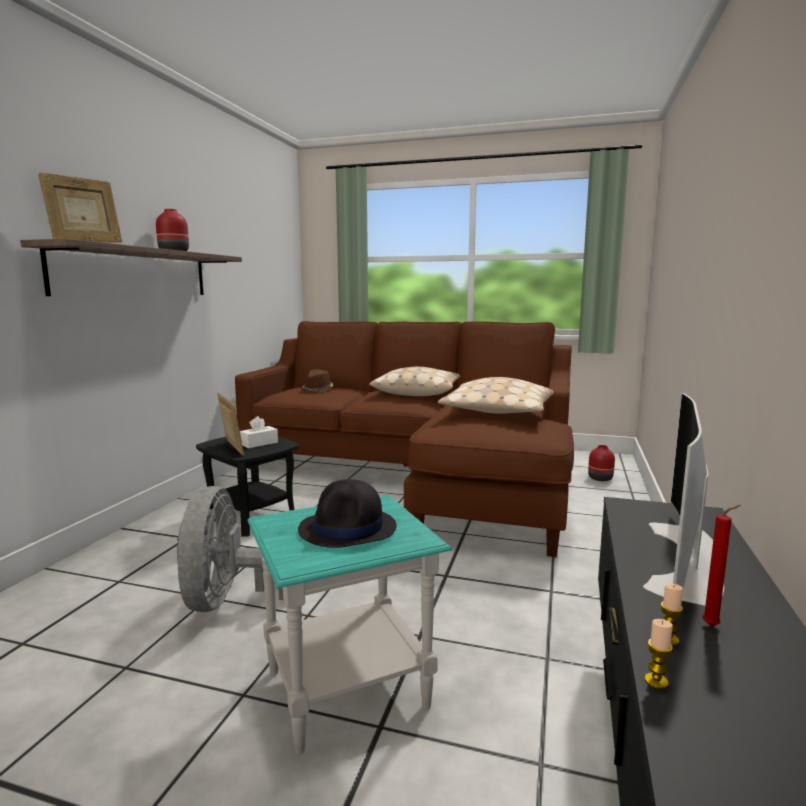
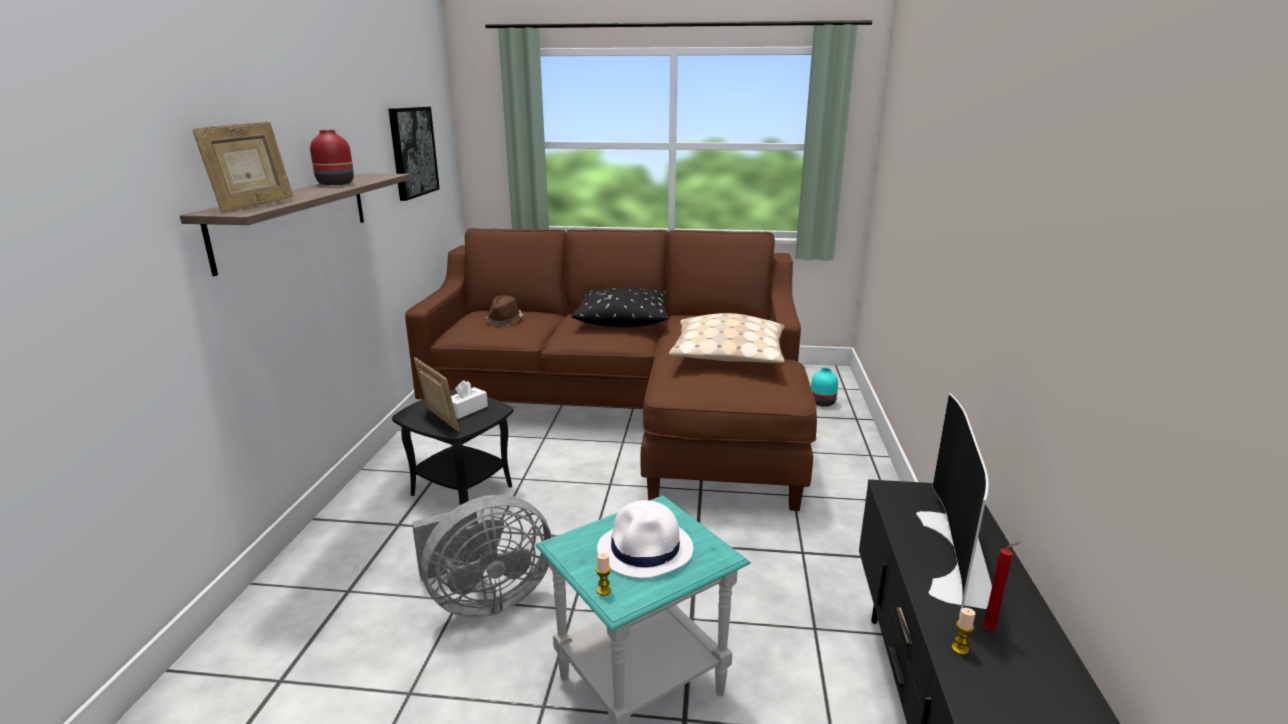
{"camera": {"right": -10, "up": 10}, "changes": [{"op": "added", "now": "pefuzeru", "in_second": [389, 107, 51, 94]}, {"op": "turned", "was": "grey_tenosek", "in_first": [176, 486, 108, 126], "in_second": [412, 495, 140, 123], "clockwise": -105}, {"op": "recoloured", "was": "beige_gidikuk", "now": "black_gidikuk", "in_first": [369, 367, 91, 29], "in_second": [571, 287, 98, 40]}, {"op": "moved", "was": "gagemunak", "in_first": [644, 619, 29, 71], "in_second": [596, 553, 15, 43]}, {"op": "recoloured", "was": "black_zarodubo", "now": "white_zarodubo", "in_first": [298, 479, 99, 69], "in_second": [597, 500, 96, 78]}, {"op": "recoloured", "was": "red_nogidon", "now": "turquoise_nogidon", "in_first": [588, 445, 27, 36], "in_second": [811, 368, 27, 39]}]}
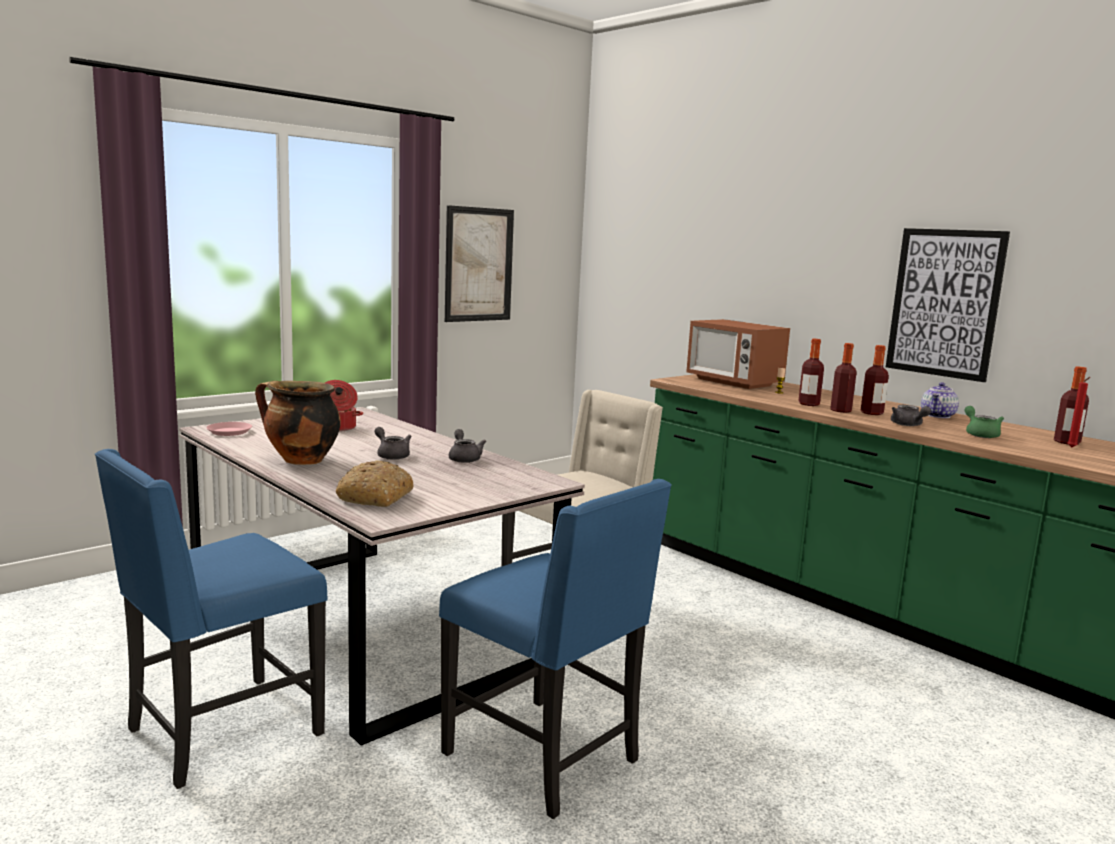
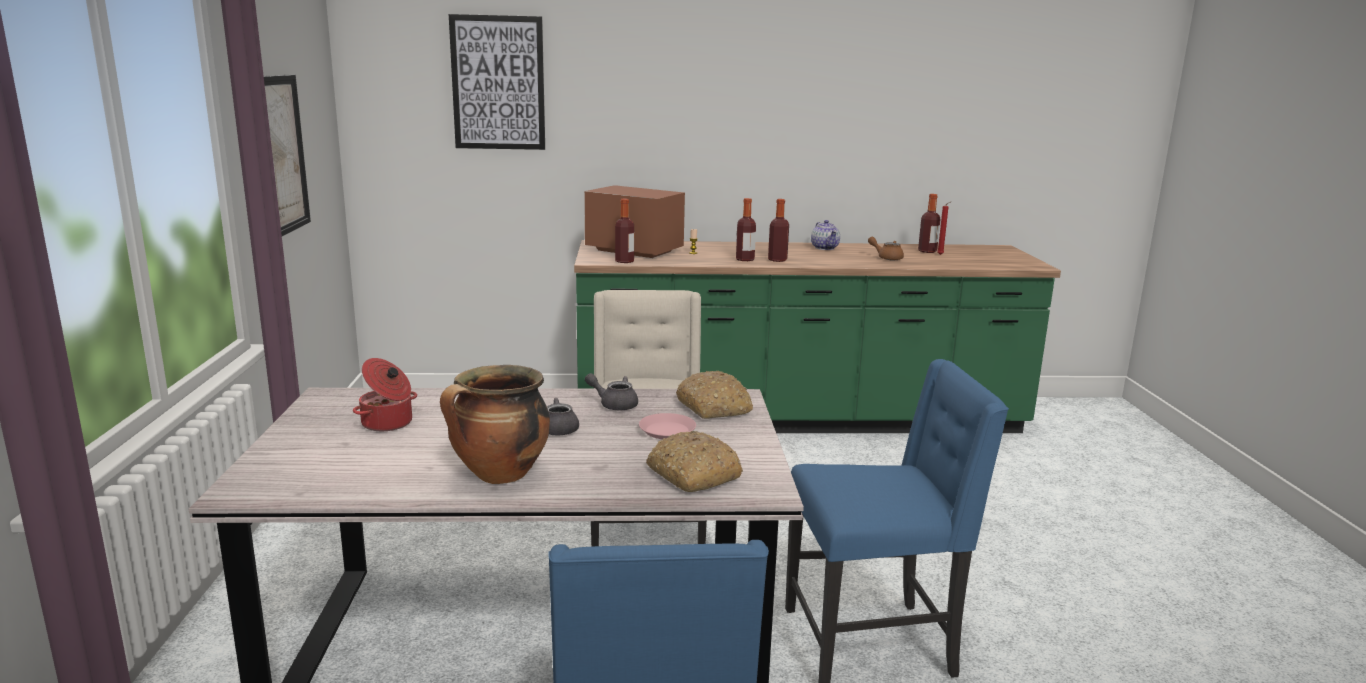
{"camera": {"right": -50, "up": 5}, "changes": [{"op": "moved", "was": "pefuzeru", "in_first": [886, 228, 124, 154], "in_second": [449, 14, 96, 136]}, {"op": "turned", "was": "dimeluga", "in_first": [686, 319, 104, 70], "in_second": [584, 185, 101, 73], "clockwise": -150}, {"op": "moved", "was": "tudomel", "in_first": [861, 345, 28, 70], "in_second": [615, 199, 19, 64]}, {"op": "moved", "was": "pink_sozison", "in_first": [206, 422, 46, 14], "in_second": [639, 413, 57, 26]}, {"op": "added", "now": "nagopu", "in_second": [676, 371, 77, 48]}, {"op": "recoloured", "was": "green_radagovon", "now": "brown_radagovon", "in_first": [965, 406, 39, 32], "in_second": [868, 237, 36, 23]}, {"op": "removed", "was": "grey_radagovon", "in_first": [891, 405, 40, 21]}]}
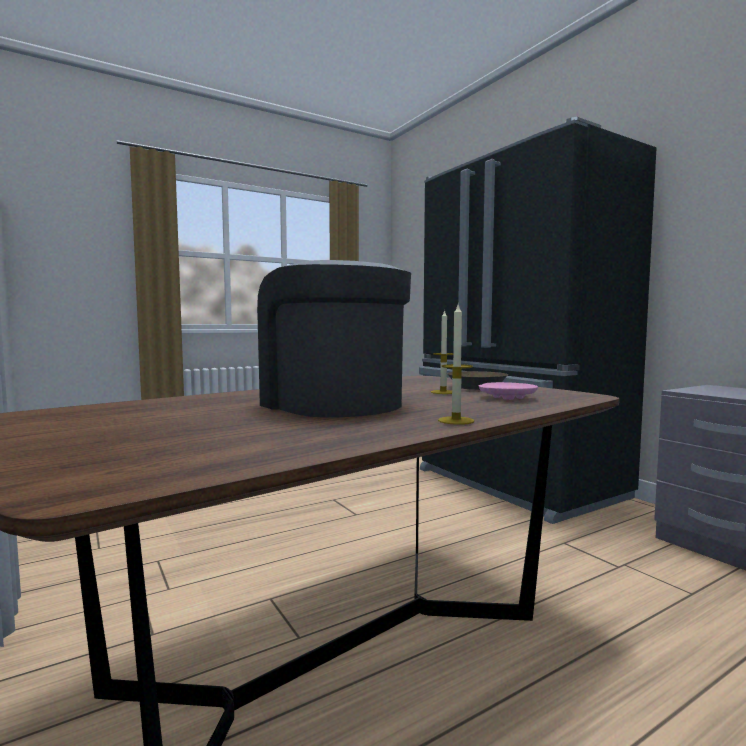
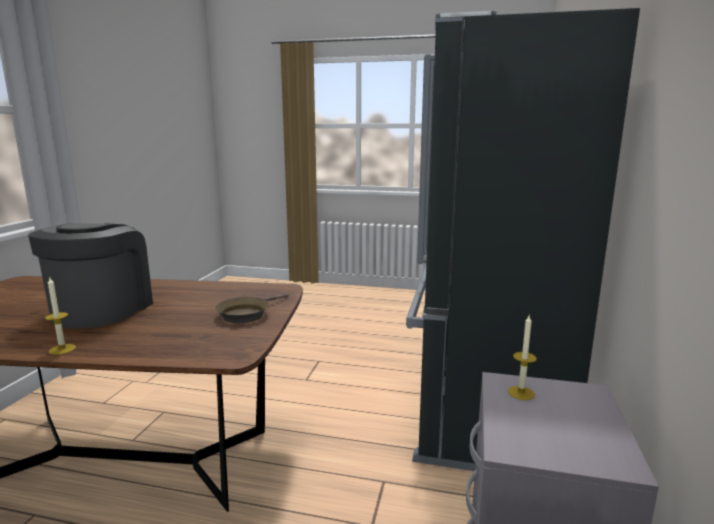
{"camera": {"right": 45, "up": 10}, "changes": [{"op": "moved", "was": "gagemunak", "in_first": [431, 309, 22, 85], "in_second": [508, 316, 29, 84]}, {"op": "removed", "was": "pink_sozison", "in_first": [479, 382, 59, 18]}]}
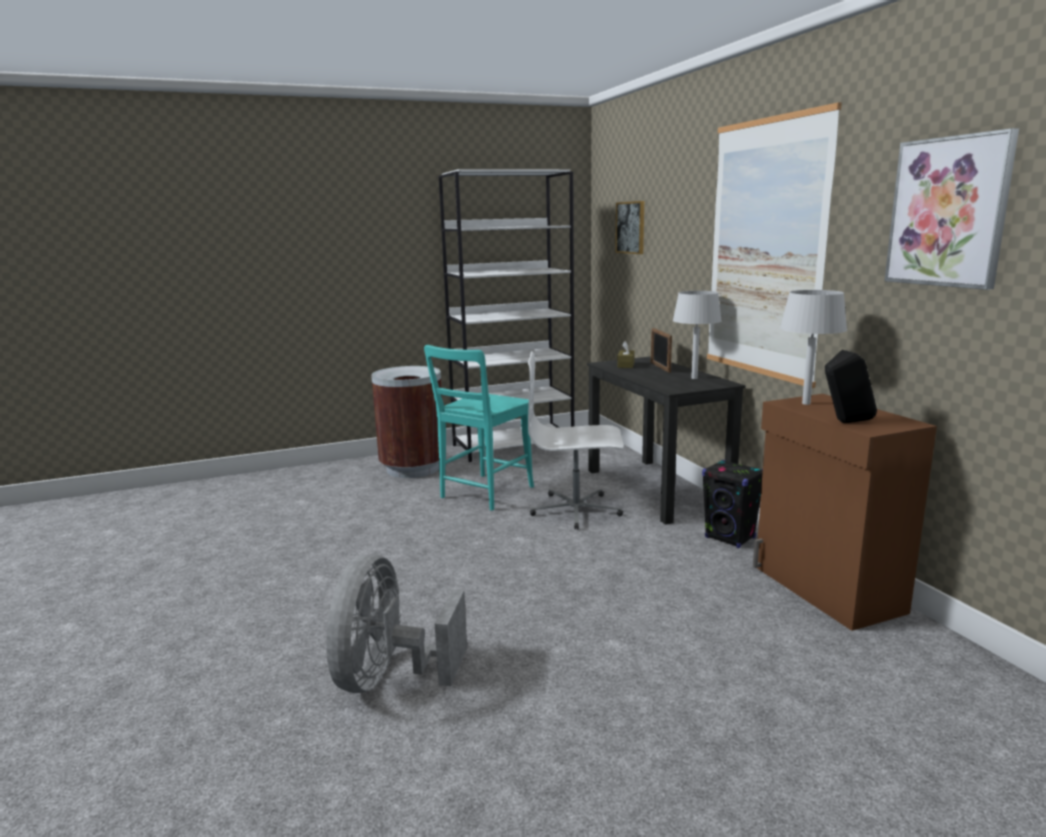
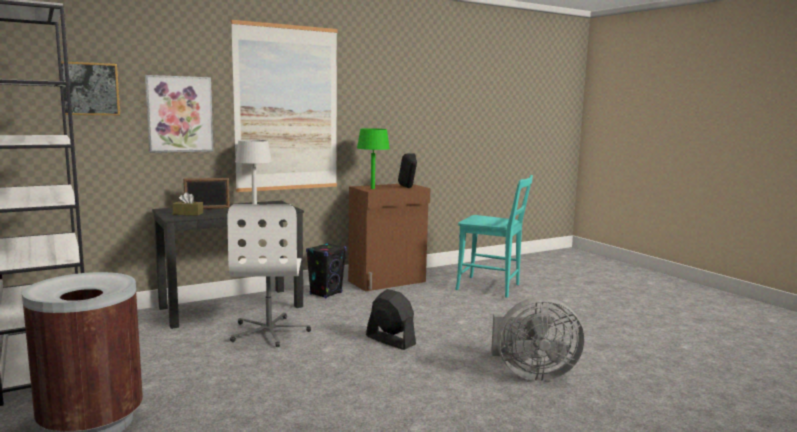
{"camera": {"right": -100, "up": -5}, "changes": [{"op": "moved", "was": "pefuzeru", "in_first": [884, 128, 135, 162], "in_second": [145, 75, 69, 78]}, {"op": "recoloured", "was": "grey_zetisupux", "now": "green_zetisupux", "in_first": [780, 290, 67, 115], "in_second": [357, 128, 33, 61]}, {"op": "added", "now": "black_tenosek", "in_second": [366, 289, 50, 61]}, {"op": "moved", "was": "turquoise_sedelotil", "in_first": [424, 345, 110, 165], "in_second": [455, 175, 78, 123]}]}
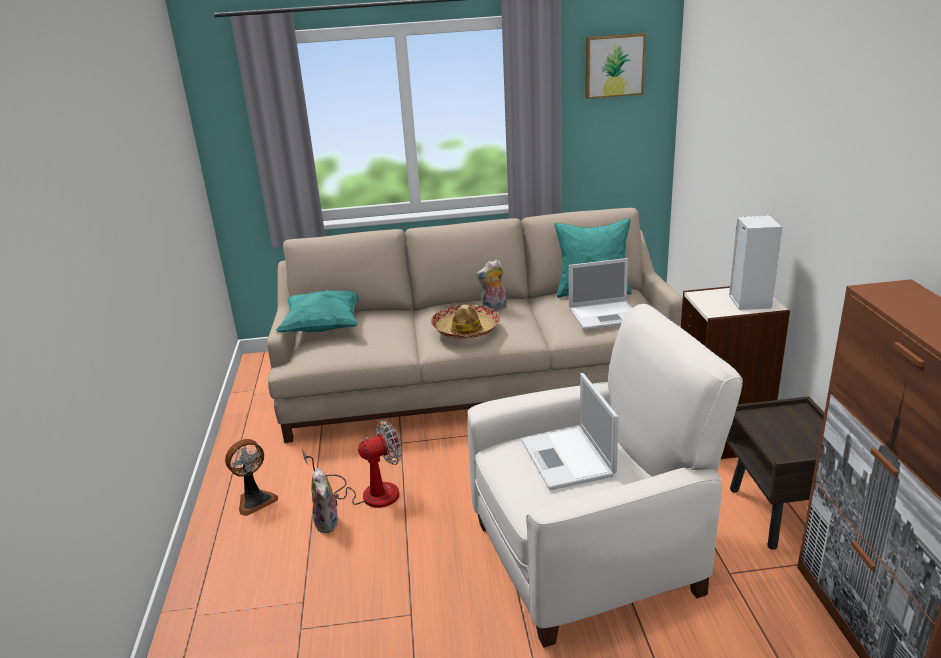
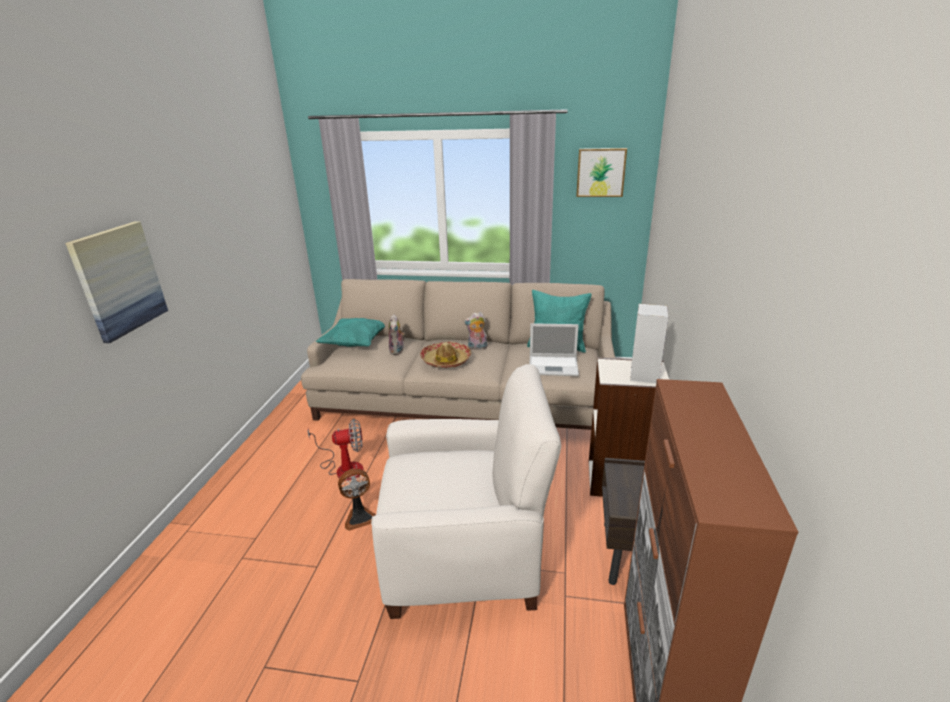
{"camera": {"right": 15, "up": 0}, "changes": [{"op": "added", "now": "pefuzeru", "in_second": [65, 221, 103, 122]}, {"op": "moved", "was": "tenosek", "in_first": [225, 439, 53, 77], "in_second": [338, 469, 38, 62]}, {"op": "moved", "was": "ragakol", "in_first": [311, 468, 28, 65], "in_second": [389, 314, 16, 41]}, {"op": "removed", "was": "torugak", "in_first": [521, 373, 98, 117]}]}
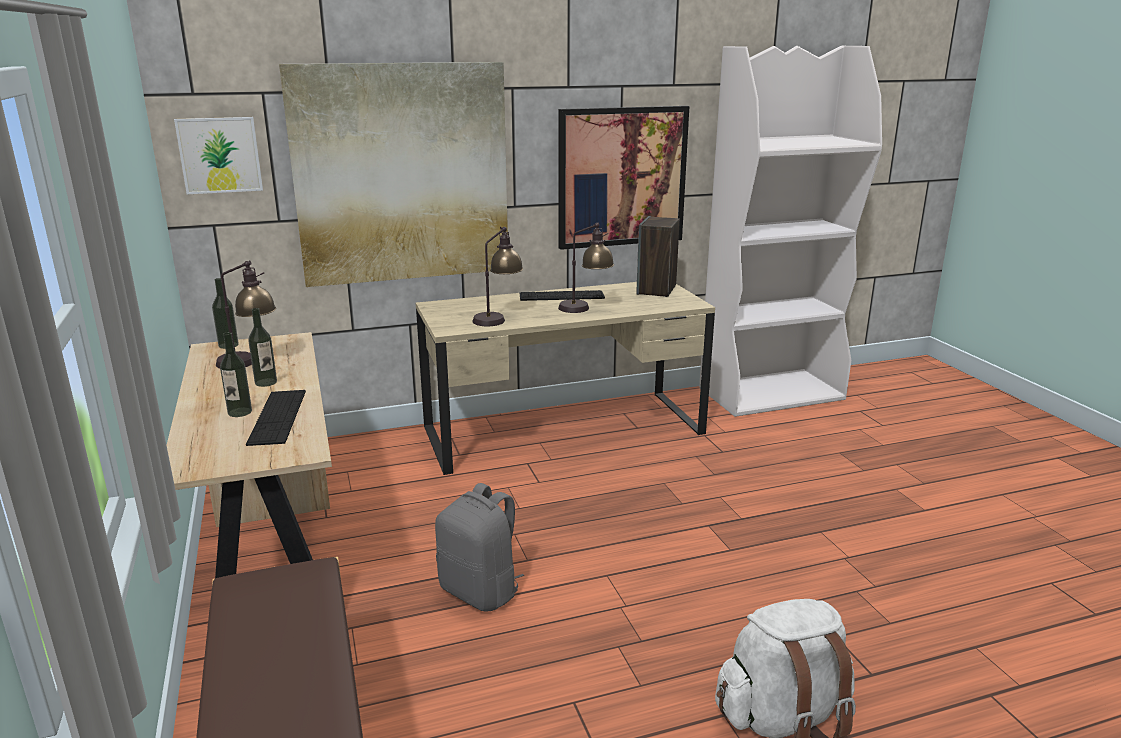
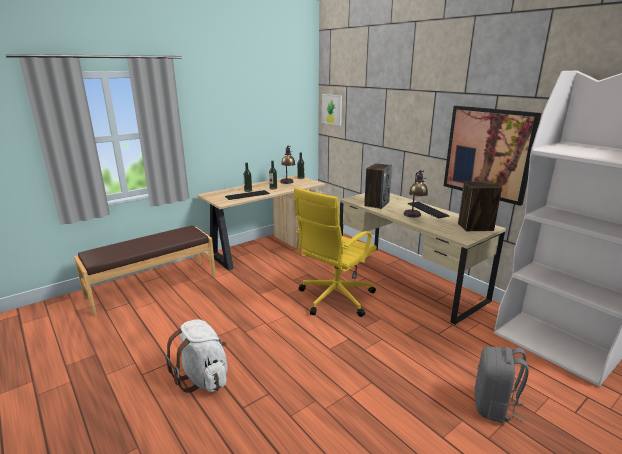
{"camera": {"right": 70, "up": 0}, "changes": [{"op": "added", "now": "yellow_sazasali", "in_second": [294, 187, 83, 130]}, {"op": "replaced", "was": "zetisupux", "now": "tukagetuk", "in_first": [472, 227, 51, 99], "in_second": [364, 163, 28, 46]}, {"op": "moved", "was": "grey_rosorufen", "in_first": [435, 483, 89, 129], "in_second": [475, 347, 54, 76]}, {"op": "removed", "was": "pefuzeru", "in_first": [279, 62, 229, 225]}]}
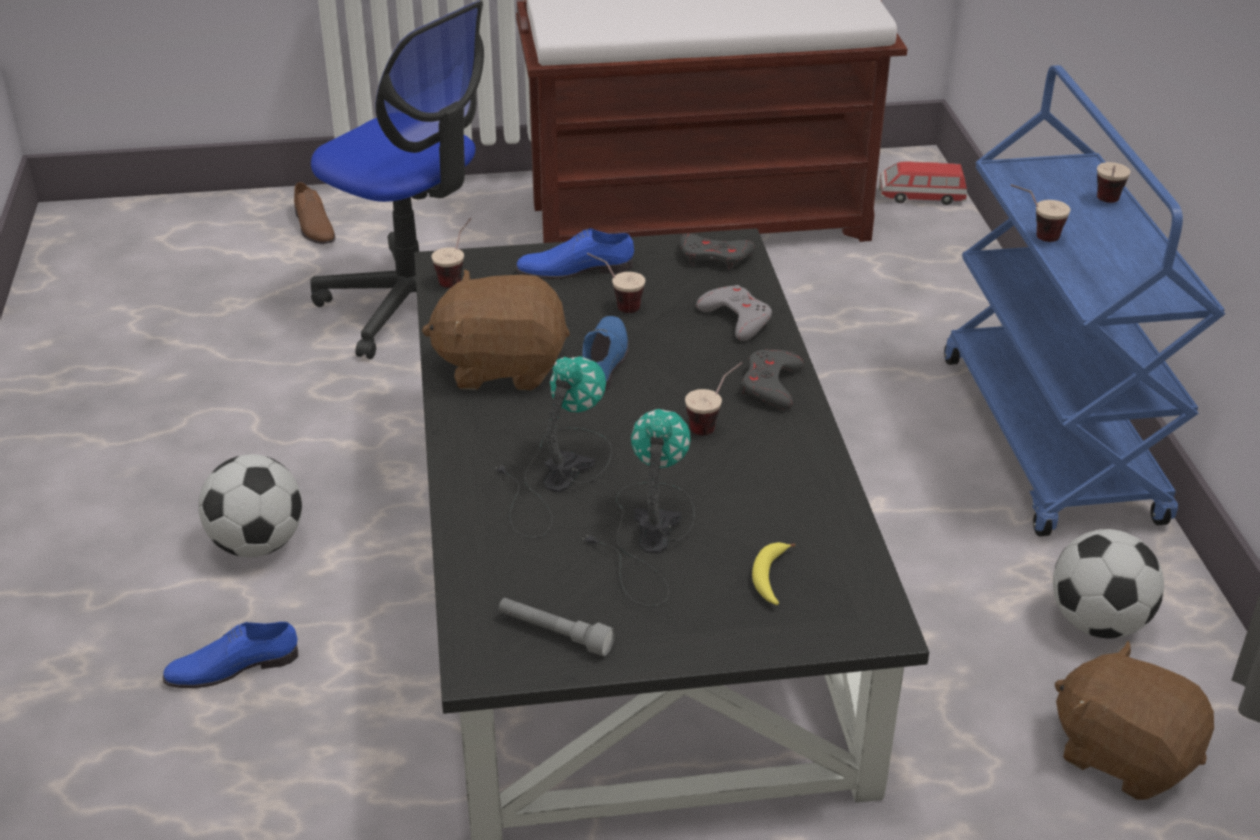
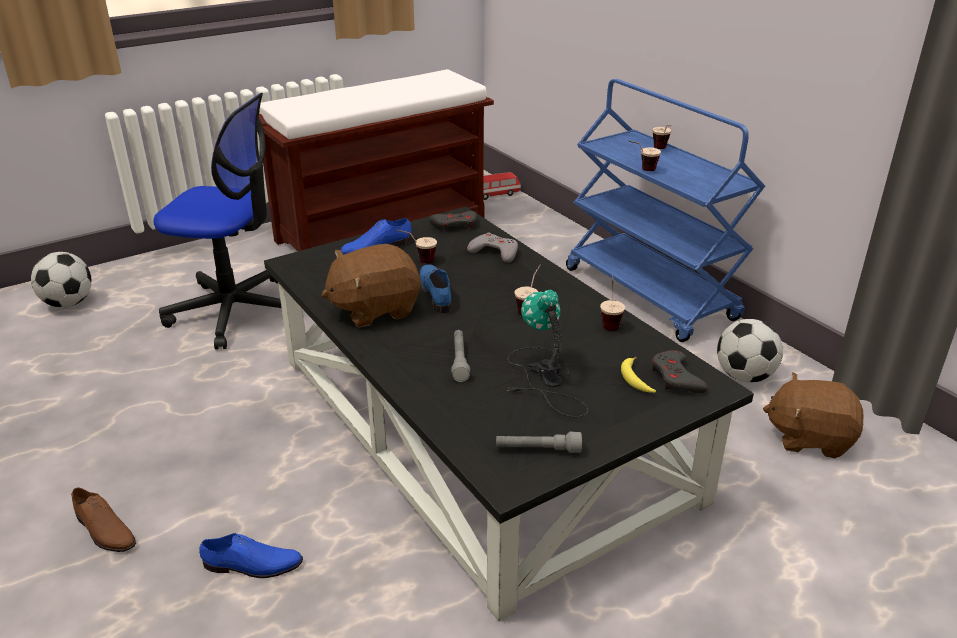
{"camera": {"right": -25, "up": -5}, "changes": [{"op": "moved", "was": "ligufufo", "in_first": [198, 454, 104, 103], "in_second": [31, 252, 61, 56]}, {"op": "moved", "was": "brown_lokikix", "in_first": [294, 182, 41, 62], "in_second": [71, 488, 65, 64]}, {"op": "turned", "was": "blue_lokikix", "in_first": [163, 621, 135, 67], "in_second": [199, 533, 104, 45], "clockwise": -135}, {"op": "replaced", "was": "zetisupux", "now": "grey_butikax", "in_first": [495, 356, 117, 182], "in_second": [451, 330, 19, 52]}, {"op": "moved", "was": "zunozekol", "in_first": [432, 217, 40, 71], "in_second": [600, 276, 25, 55]}, {"op": "moved", "was": "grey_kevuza", "in_first": [742, 349, 62, 61], "in_second": [652, 350, 56, 44]}]}
